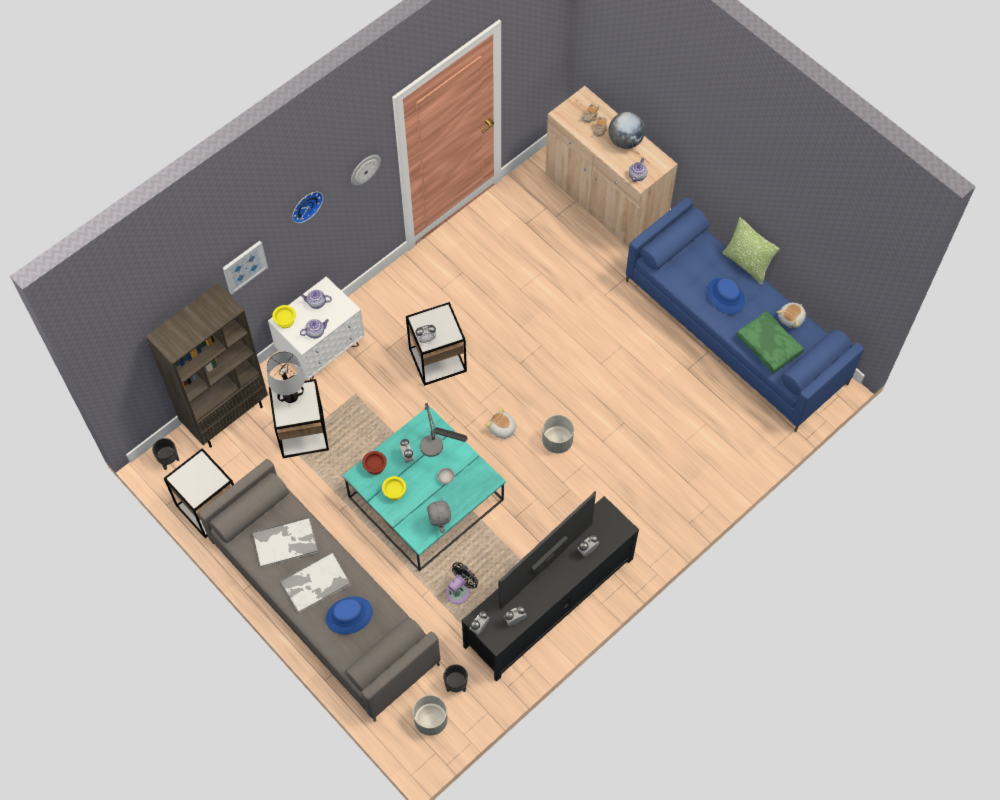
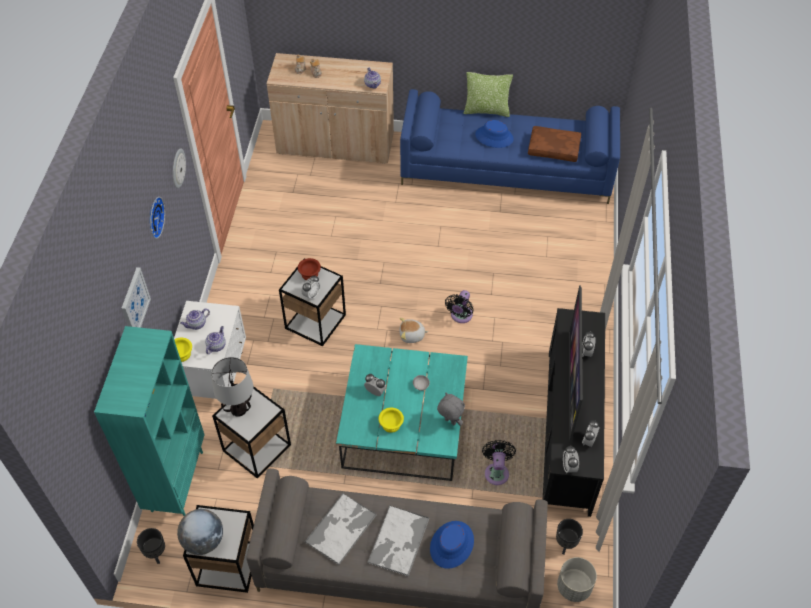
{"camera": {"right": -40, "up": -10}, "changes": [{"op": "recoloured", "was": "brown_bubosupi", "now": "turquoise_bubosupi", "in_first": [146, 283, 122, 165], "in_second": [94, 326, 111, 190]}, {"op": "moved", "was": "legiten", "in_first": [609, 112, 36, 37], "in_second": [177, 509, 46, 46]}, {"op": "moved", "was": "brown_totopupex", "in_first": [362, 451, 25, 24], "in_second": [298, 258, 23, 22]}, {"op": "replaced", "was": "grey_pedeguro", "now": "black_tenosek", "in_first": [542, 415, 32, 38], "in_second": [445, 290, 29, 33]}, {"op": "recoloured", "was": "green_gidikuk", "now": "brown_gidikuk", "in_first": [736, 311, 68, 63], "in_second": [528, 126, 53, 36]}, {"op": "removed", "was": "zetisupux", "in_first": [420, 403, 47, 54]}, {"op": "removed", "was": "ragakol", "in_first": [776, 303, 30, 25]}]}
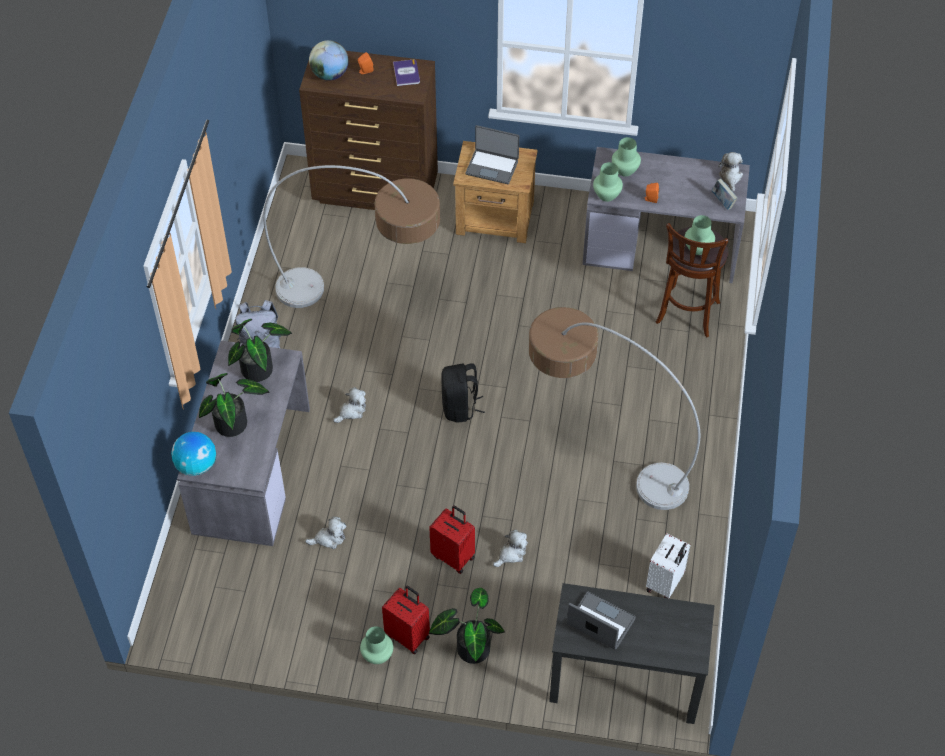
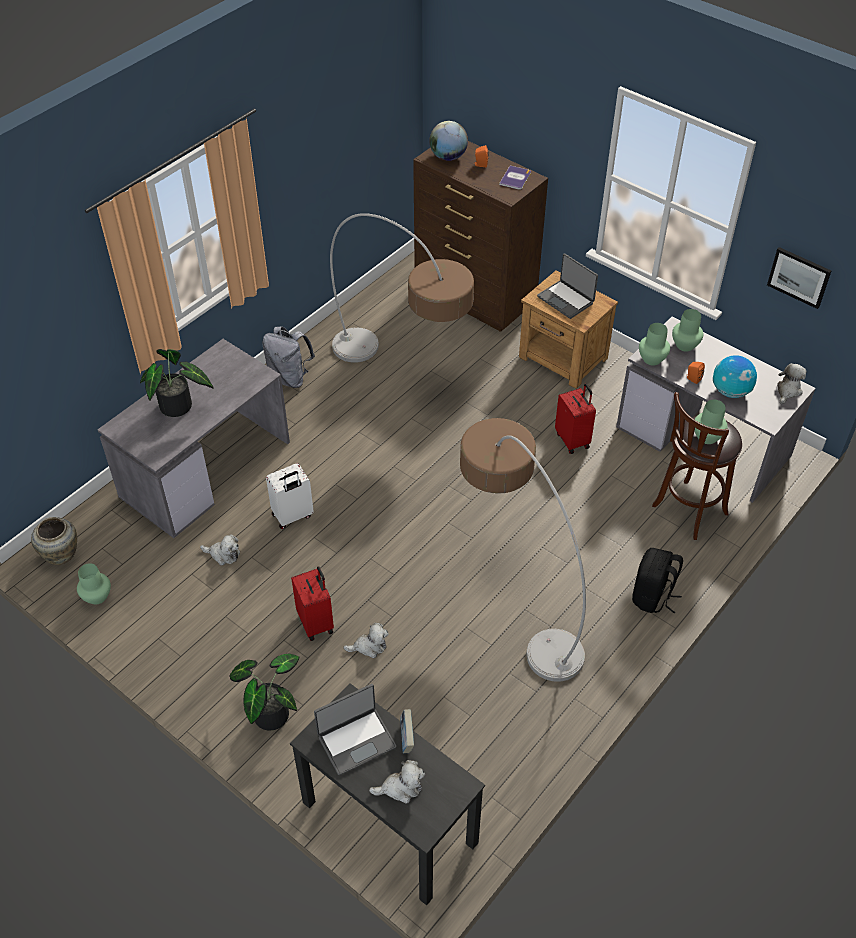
{"camera": {"right": 30, "up": -5}, "changes": [{"op": "added", "now": "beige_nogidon", "in_second": [31, 517, 46, 48]}, {"op": "moved", "was": "green_nogidon", "in_first": [360, 626, 33, 38], "in_second": [77, 563, 34, 42]}, {"op": "moved", "was": "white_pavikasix", "in_first": [646, 533, 44, 66], "in_second": [266, 463, 48, 66]}, {"op": "turned", "was": "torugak", "in_first": [567, 592, 69, 57], "in_second": [314, 684, 83, 91], "clockwise": 90}, {"op": "moved", "was": "ragakol", "in_first": [333, 387, 33, 36], "in_second": [369, 760, 56, 44]}, {"op": "moved", "was": "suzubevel", "in_first": [711, 179, 27, 31], "in_second": [400, 709, 14, 44]}, {"op": "moved", "was": "red_pavikasix", "in_first": [382, 586, 48, 68], "in_second": [555, 383, 41, 71]}, {"op": "moved", "was": "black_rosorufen", "in_first": [441, 363, 44, 59], "in_second": [632, 548, 51, 66]}, {"op": "moved", "was": "legiten", "in_first": [171, 432, 45, 44], "in_second": [713, 355, 44, 43]}, {"op": "added", "now": "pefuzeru", "in_second": [767, 247, 64, 62]}, {"op": "removed", "was": "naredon", "in_first": [228, 319, 64, 63]}]}
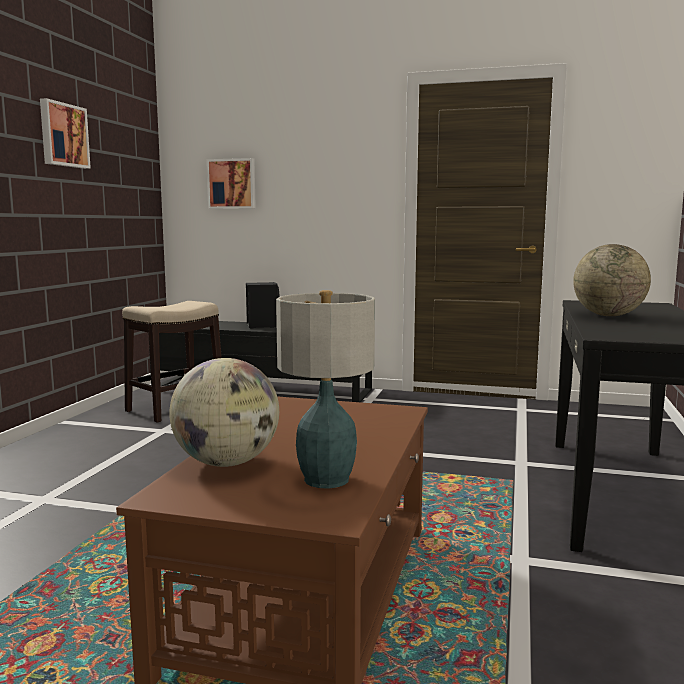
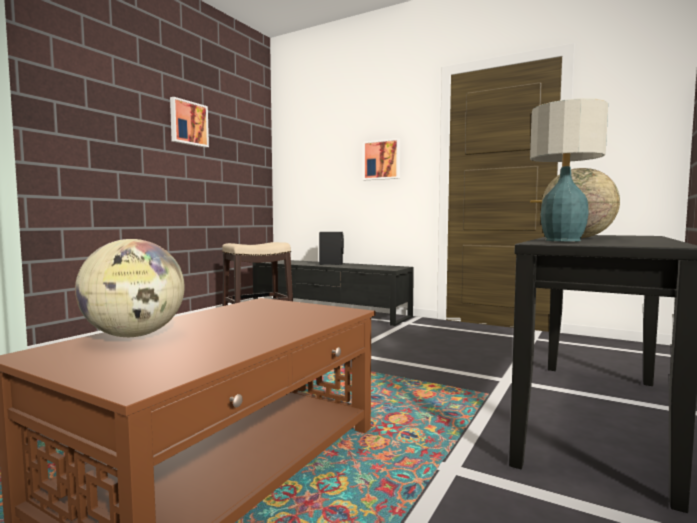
{"camera": {"right": 15, "up": -5}, "changes": [{"op": "moved", "was": "pefuzeru", "in_first": [206, 158, 50, 51], "in_second": [363, 138, 37, 42]}, {"op": "moved", "was": "zetisupux", "in_first": [276, 290, 99, 199], "in_second": [530, 98, 78, 144]}]}
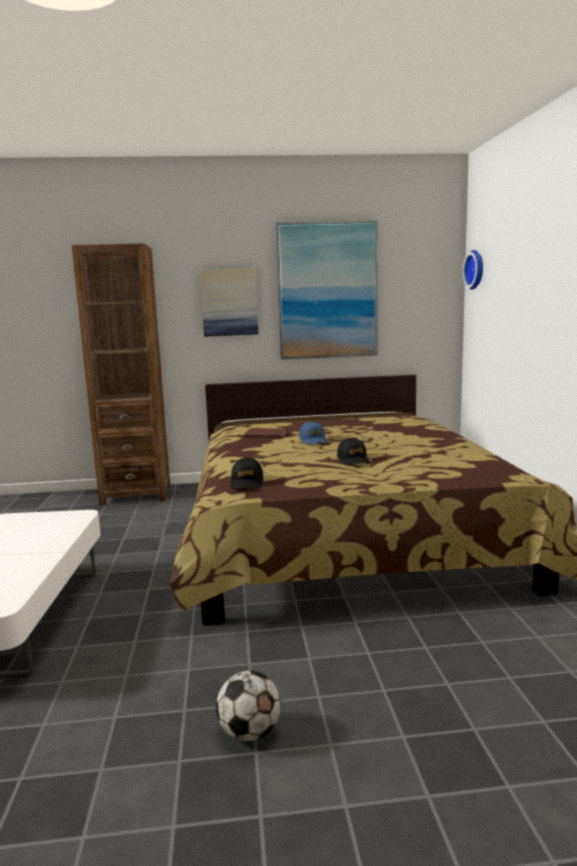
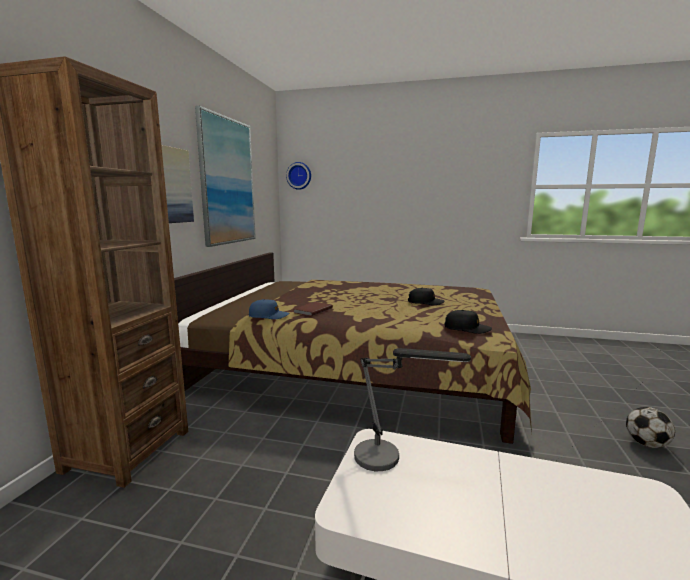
{"camera": {"right": -70, "up": 0}, "changes": [{"op": "moved", "was": "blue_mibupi", "in_first": [299, 421, 29, 24], "in_second": [249, 299, 40, 20]}, {"op": "added", "now": "zetisupux", "in_second": [354, 348, 117, 123]}]}
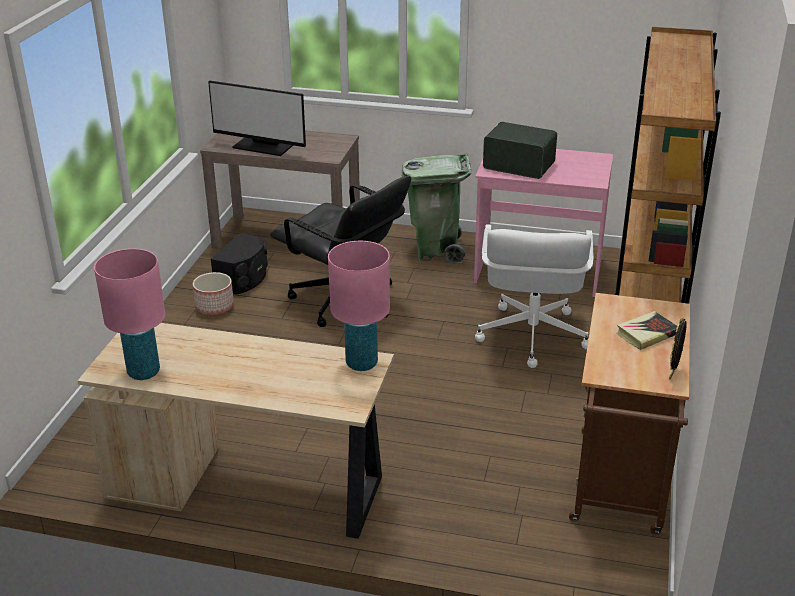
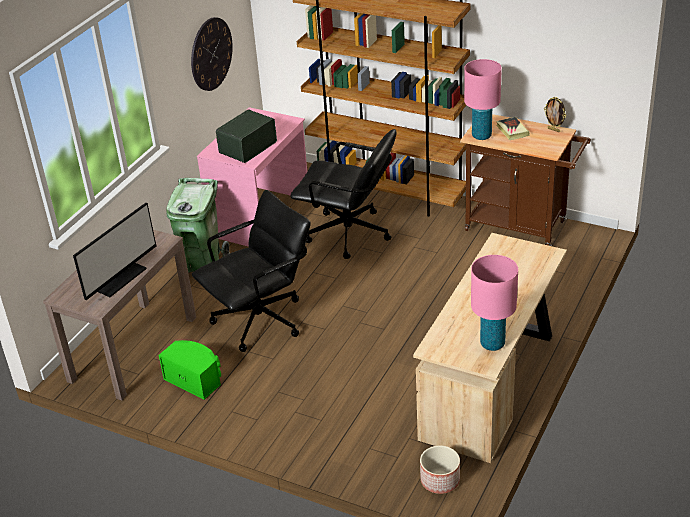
{"camera": {"right": -75, "up": 5}, "changes": [{"op": "recoloured", "was": "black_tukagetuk", "now": "green_tukagetuk", "in_first": [211, 233, 57, 62], "in_second": [158, 340, 63, 60]}, {"op": "added", "now": "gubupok", "in_second": [191, 17, 42, 74]}, {"op": "recoloured", "was": "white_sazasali", "now": "black_sazasali", "in_first": [475, 224, 119, 144], "in_second": [290, 129, 106, 130]}, {"op": "moved", "was": "pedeguro", "in_first": [193, 272, 41, 43], "in_second": [420, 445, 40, 49]}, {"op": "moved", "was": "pink_zetisupux", "in_first": [328, 241, 62, 130], "in_second": [464, 59, 38, 81]}]}
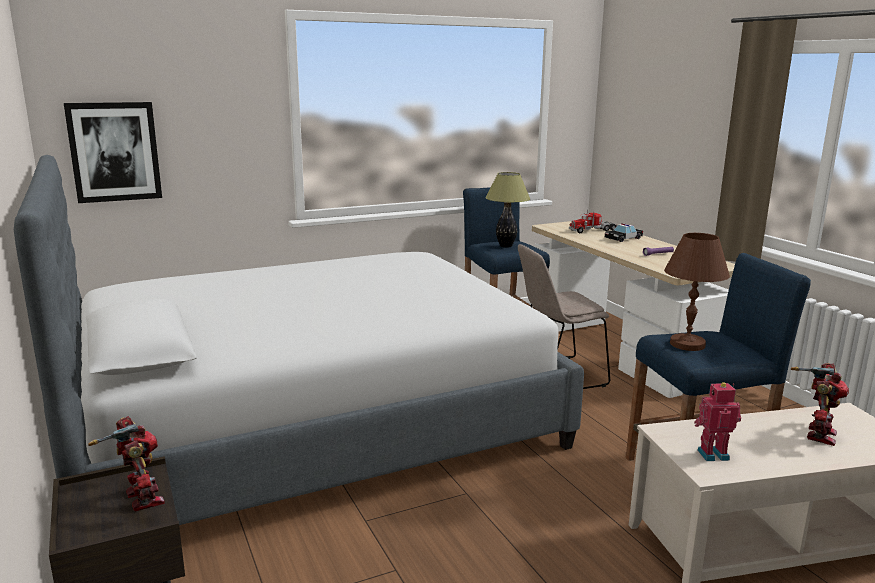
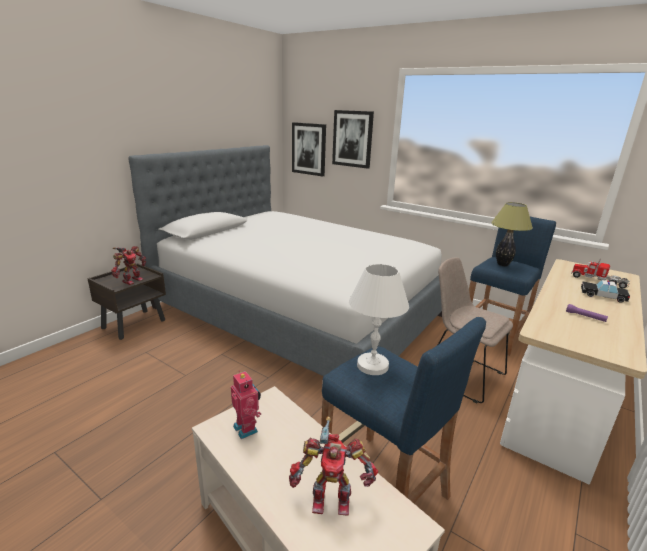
{"camera": {"right": 60, "up": 5}, "changes": [{"op": "added", "now": "pefuzeru", "in_second": [332, 110, 42, 59]}, {"op": "recoloured", "was": "brown_zetisupux", "now": "white_zetisupux", "in_first": [664, 233, 66, 118], "in_second": [349, 264, 60, 111]}]}
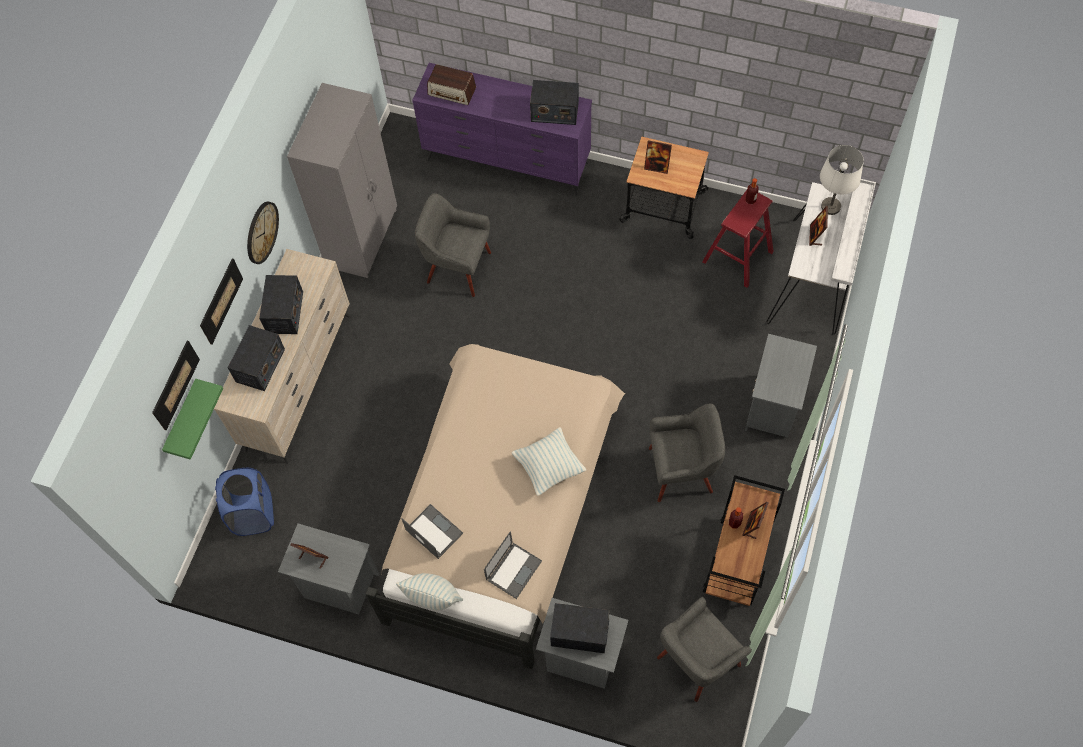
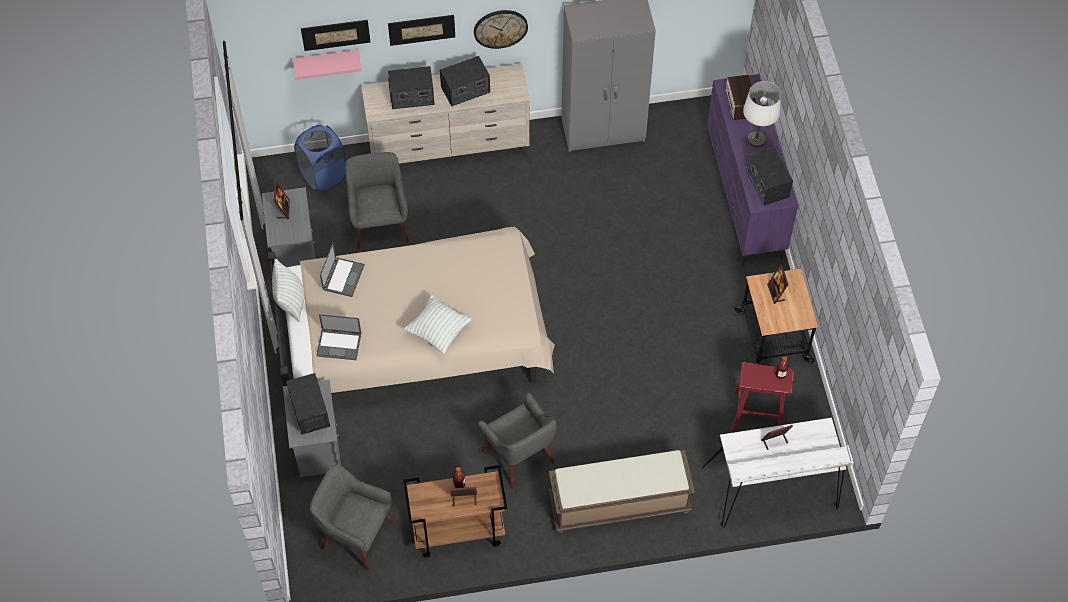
{"camera": {"right": 60, "up": -5}, "changes": [{"op": "recoloured", "was": "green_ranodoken", "now": "pink_ranodoken", "in_first": [162, 379, 61, 81], "in_second": [293, 50, 69, 30]}, {"op": "moved", "was": "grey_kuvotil", "in_first": [415, 193, 76, 104], "in_second": [345, 152, 64, 97]}, {"op": "replaced", "was": "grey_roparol", "now": "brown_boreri", "in_first": [745, 334, 72, 103], "in_second": [548, 450, 147, 84]}, {"op": "moved", "was": "white_zetisupux", "in_first": [820, 145, 44, 70], "in_second": [743, 81, 38, 66]}]}
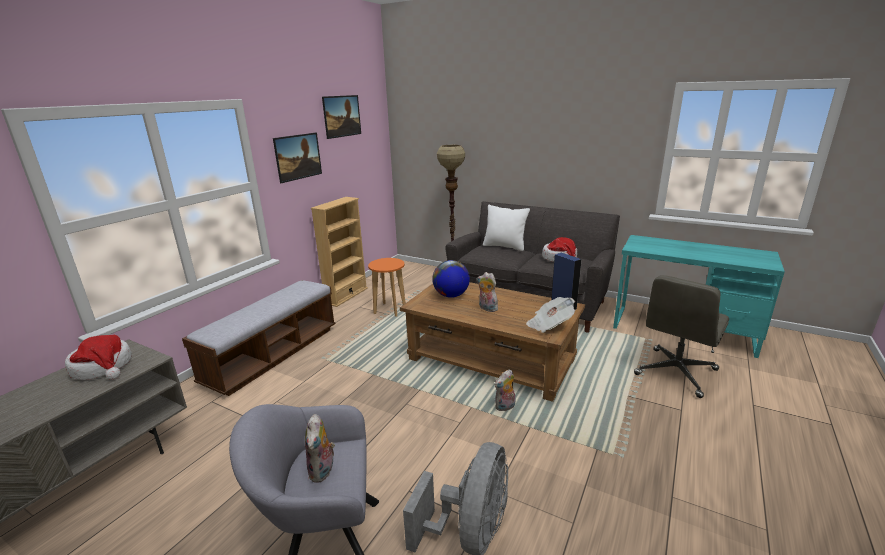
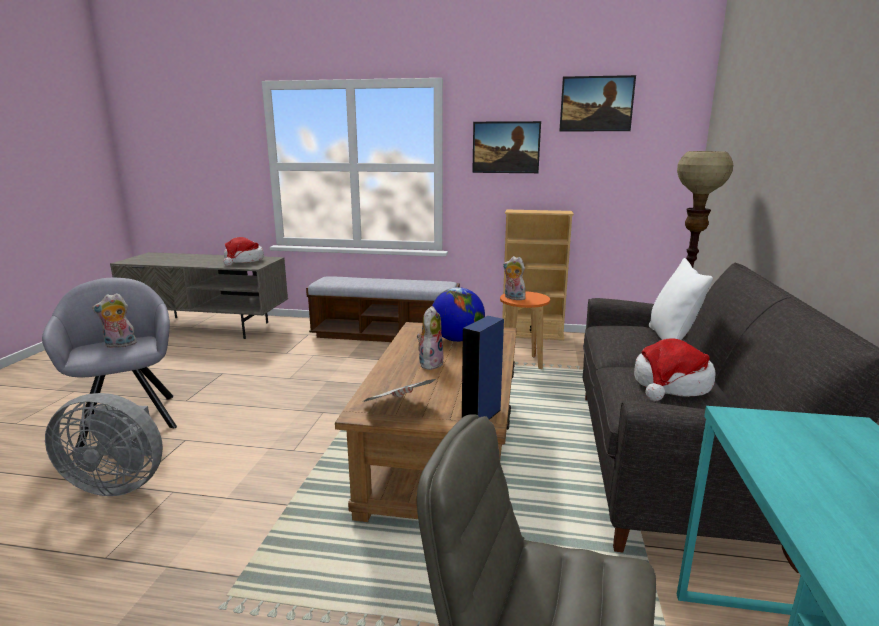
{"camera": {"right": 70, "up": -5}, "changes": [{"op": "moved", "was": "ragakol", "in_first": [494, 369, 21, 42], "in_second": [503, 256, 23, 44]}]}
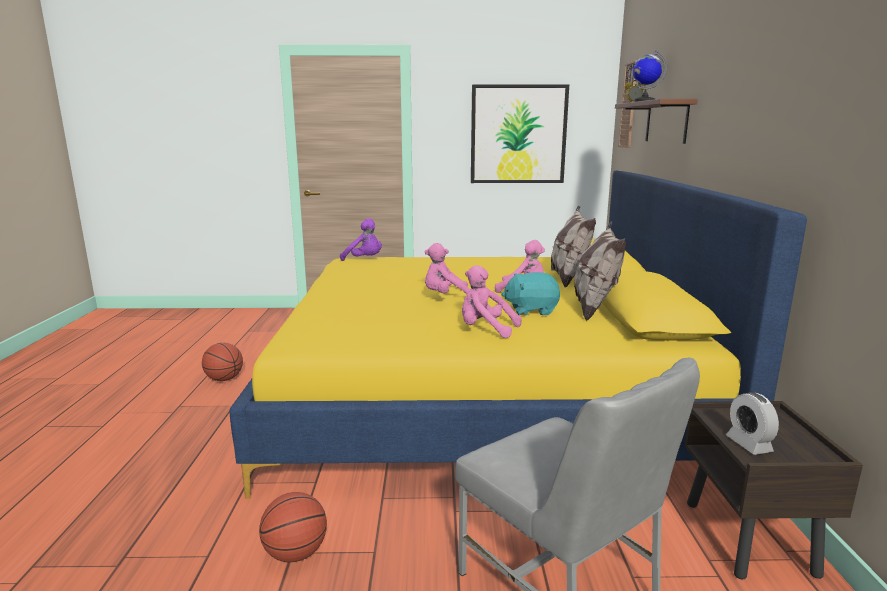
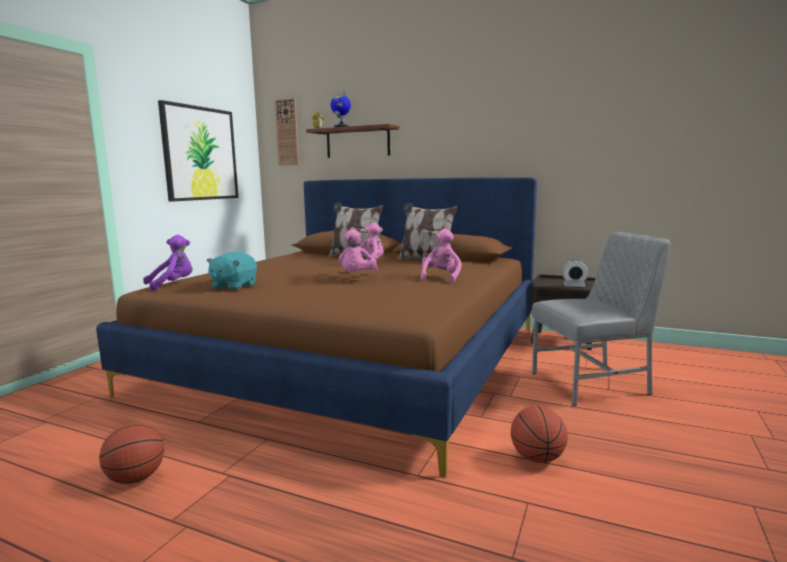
{"camera": {"right": -65, "up": -5}, "changes": [{"op": "recoloured", "was": "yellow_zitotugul", "now": "brown_zitotugul", "in_first": [230, 171, 577, 328], "in_second": [96, 177, 441, 301]}, {"op": "moved", "was": "turquoise_ragakol", "in_first": [501, 272, 59, 43], "in_second": [207, 252, 50, 39]}, {"op": "turned", "was": "pink_ragakol", "in_first": [462, 265, 60, 73], "in_second": [421, 229, 41, 55], "clockwise": 150}]}
